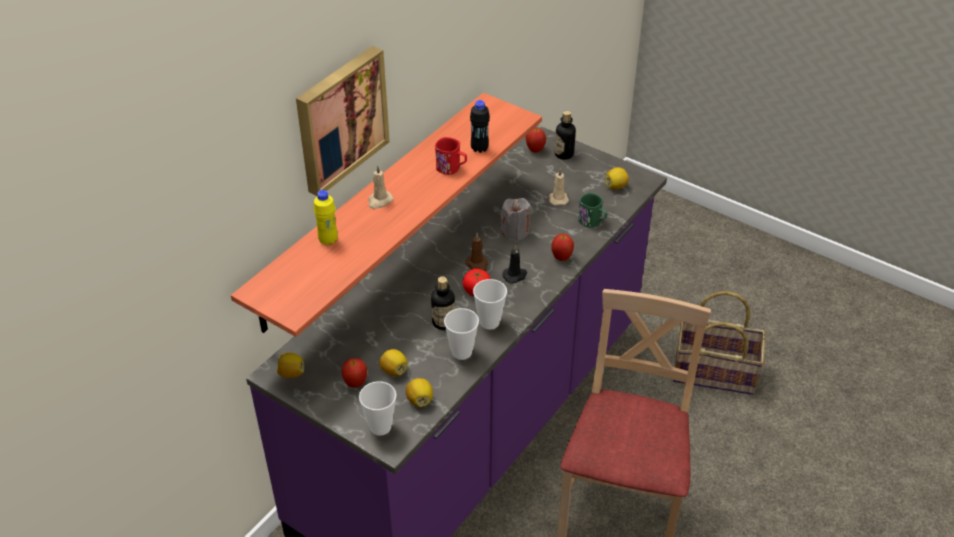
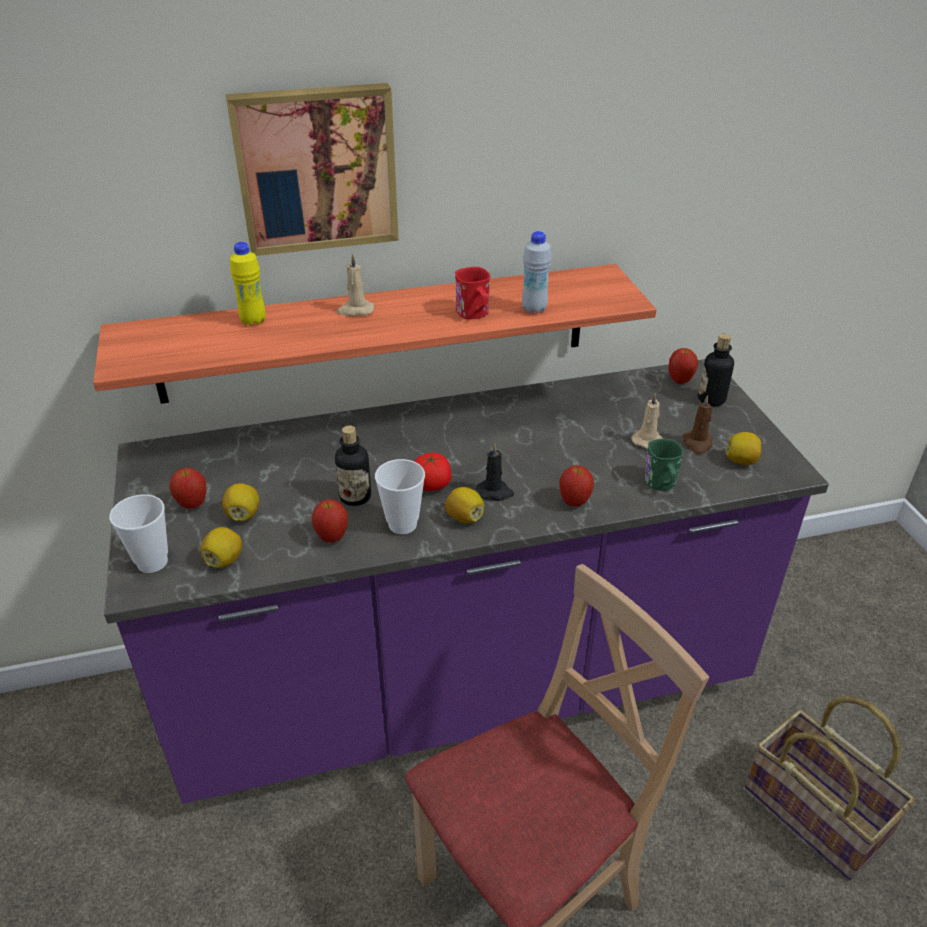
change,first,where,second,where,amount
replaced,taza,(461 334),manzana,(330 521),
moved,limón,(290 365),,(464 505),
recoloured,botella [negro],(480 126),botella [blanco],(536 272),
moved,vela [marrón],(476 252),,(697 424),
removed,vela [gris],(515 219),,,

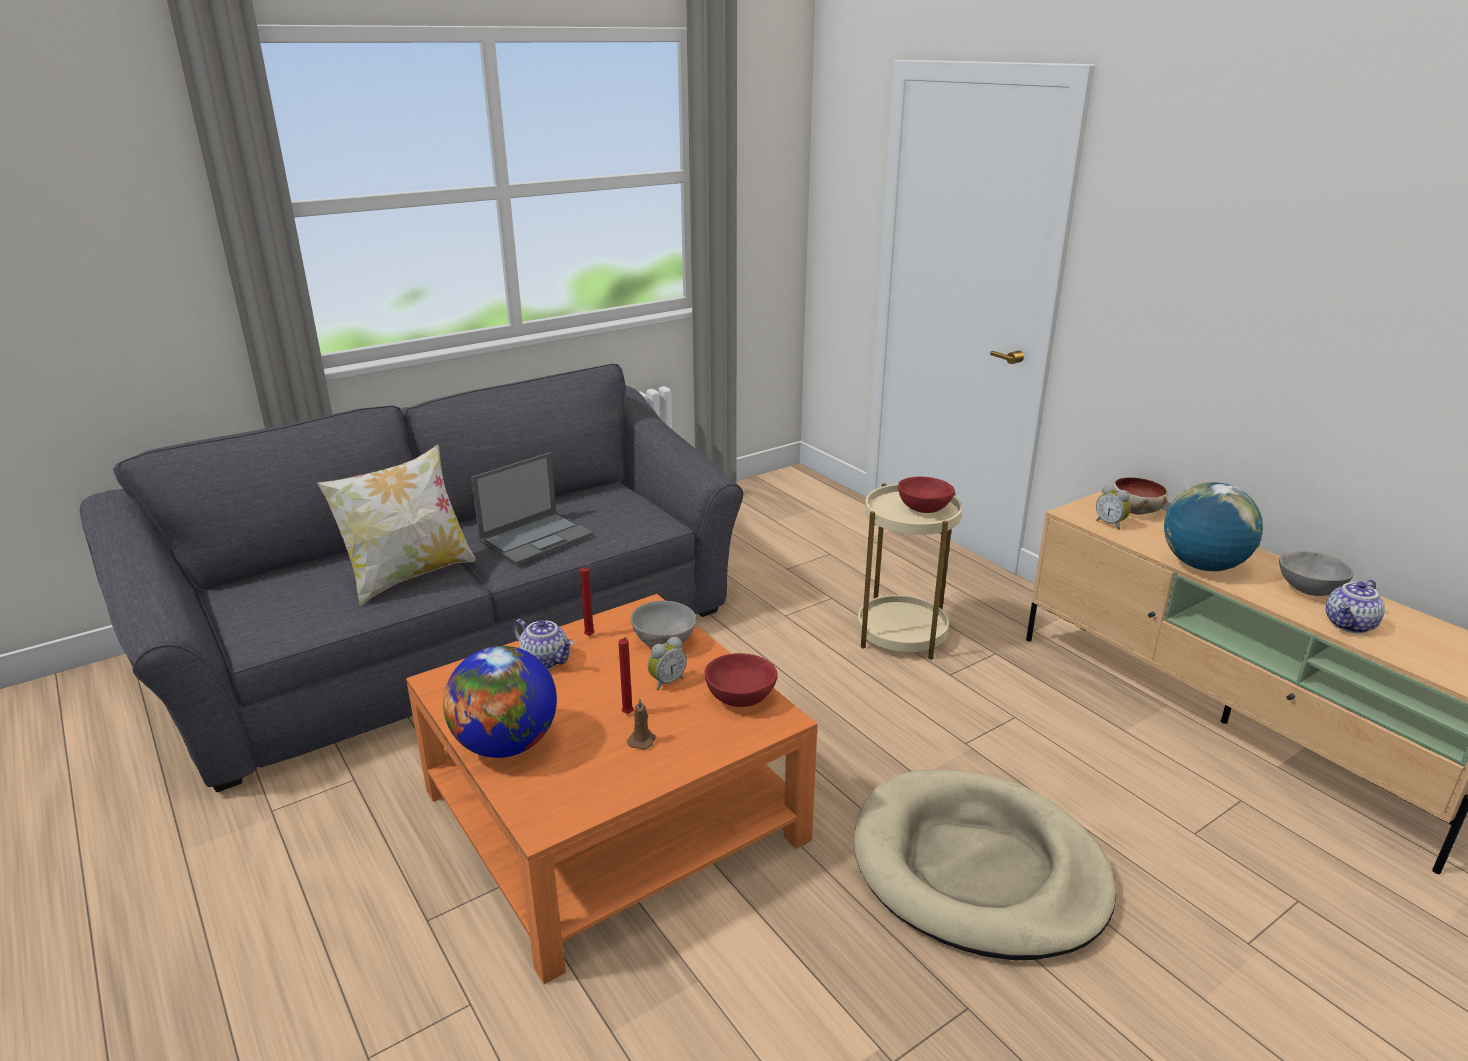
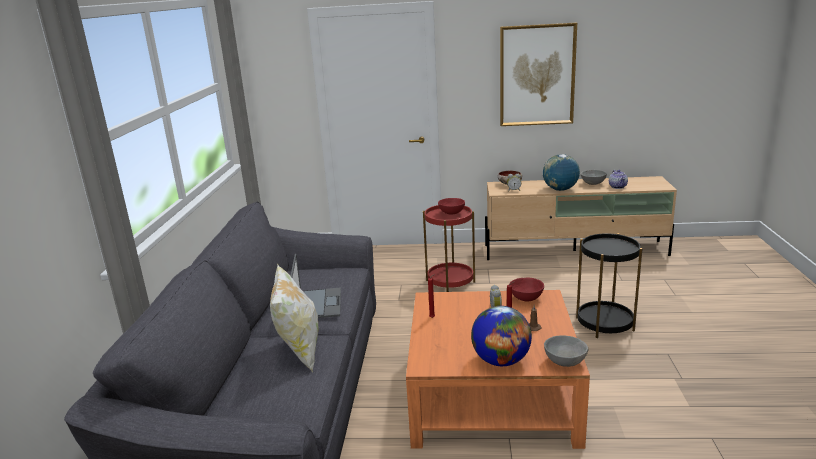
change,first,where,second,where,amount
recoloured,mesa auxiliar [beis],(909 571),mesa auxiliar [rojo],(449 248),
added,,,cuadro,(538 74),
moved,cuenco [gris],(663 624),,(566 351),
replaced,cama para perro [beis],(985 865),mesa auxiliar [negro],(609 285),
removed,tetera,(543 644),,,

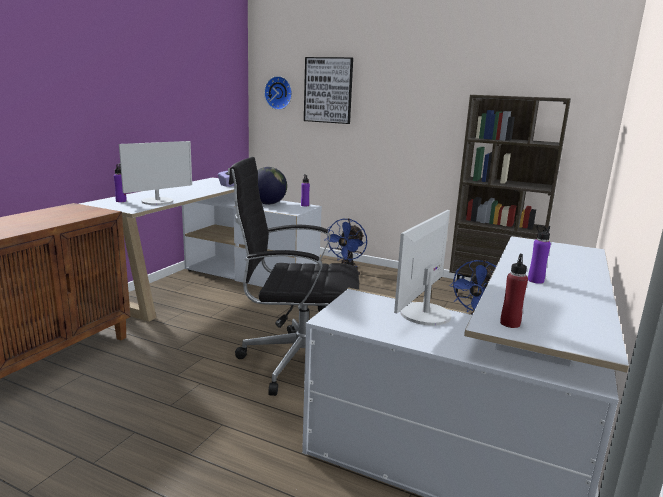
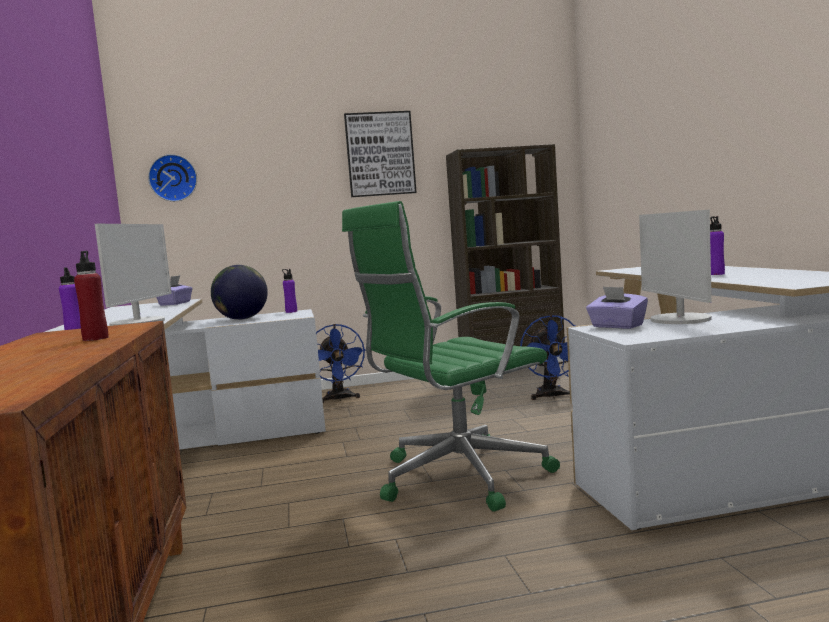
change,first,where,second,where,amount
moved,botella [rojo],(514 291),,(91 296),
recoloured,silla de oficina [negro],(294 276),silla de oficina [verde],(451 356),
moved,cuadro,(328 90),,(380 154),
added,,,caja de pañuelos [morado],(617 308),

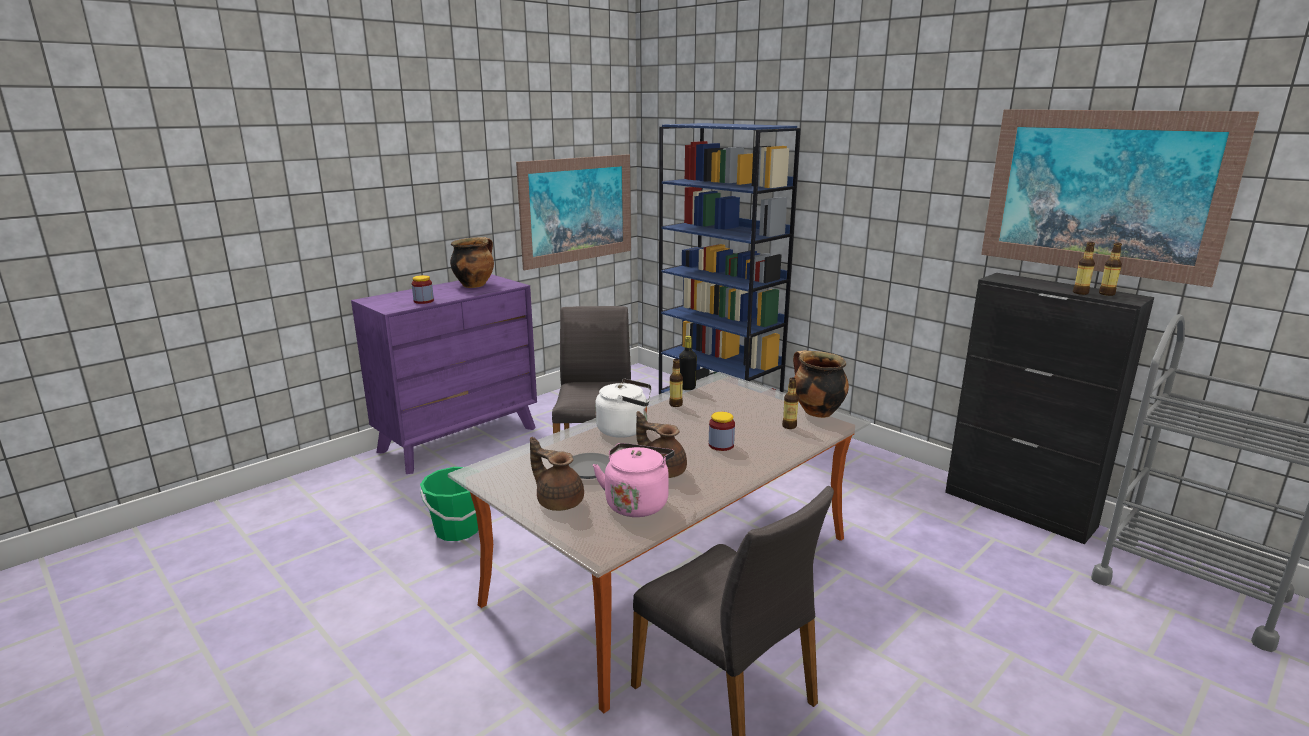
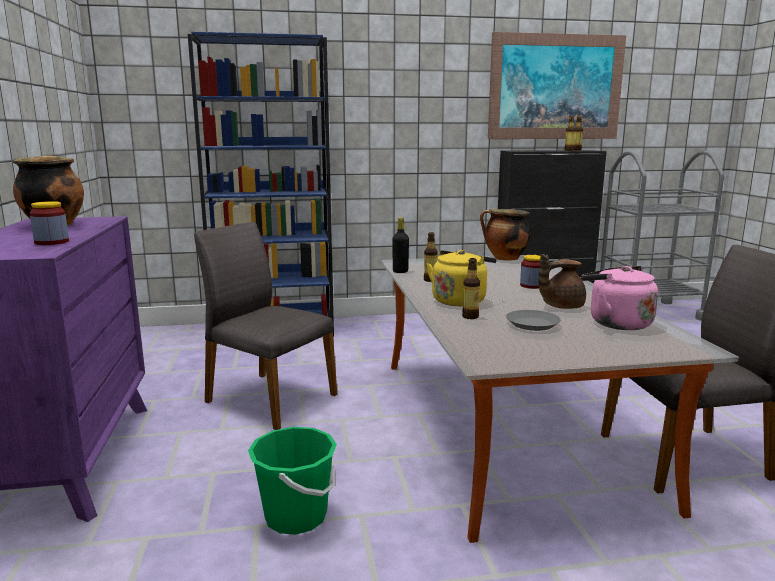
change,first,where,second,where,amount
recoloured,hervidor [blanco],(623 408),hervidor [amarillo],(461 278),
moved,botella,(790 403),,(471 288),
removed,cuadro,(573 212),,,
removed,tetera [marrón],(557 474),,,

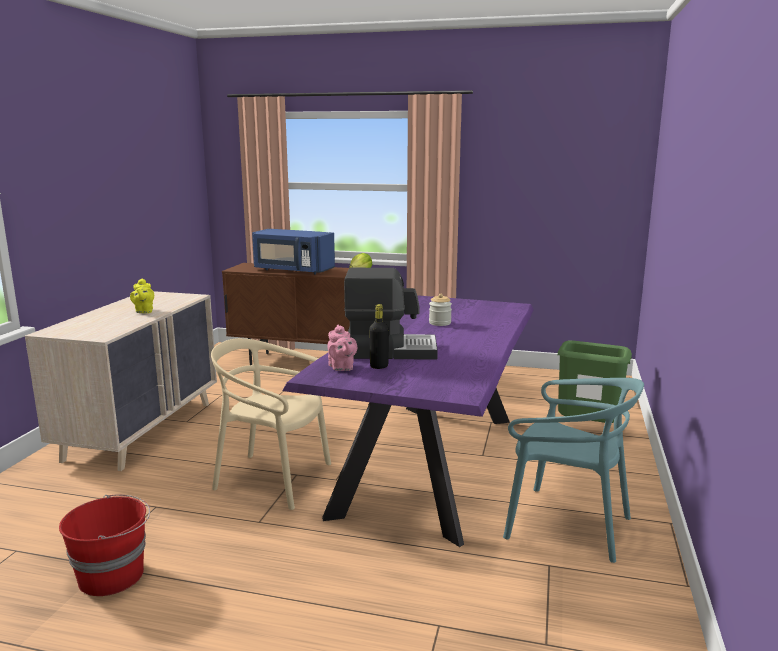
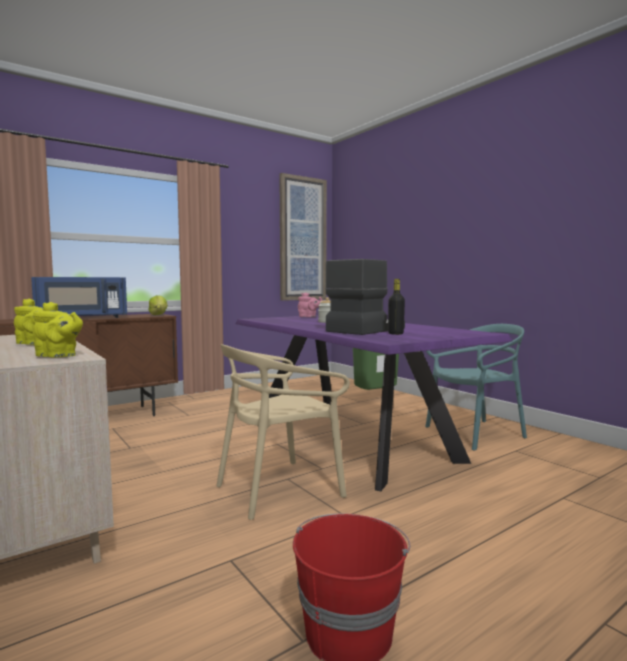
change,first,where,second,where,amount
added,,,tetera [amarillo],(58 329),
added,,,cuadro,(303 237),
moved,tetera [rosa],(342 347),,(310 305),

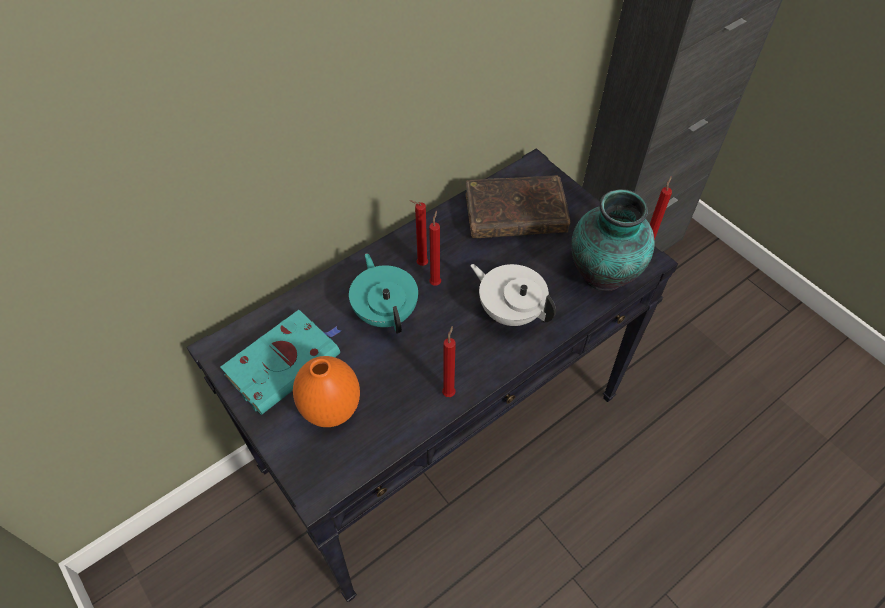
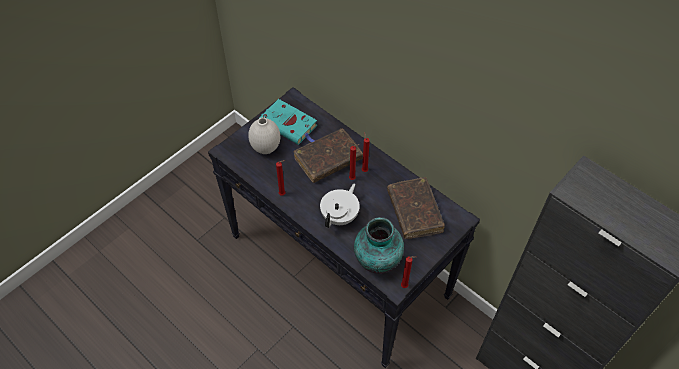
change,first,where,second,where,amount
recoloured,florero [naranja],(326 391),florero [blanco],(264 135),
replaced,tetera [turquesa],(383 293),libro [marrón],(328 156),

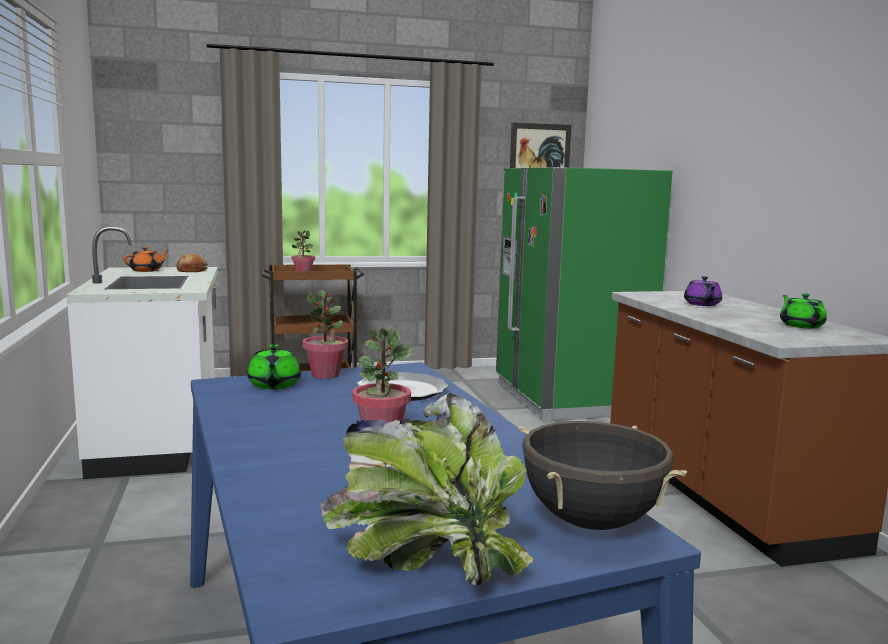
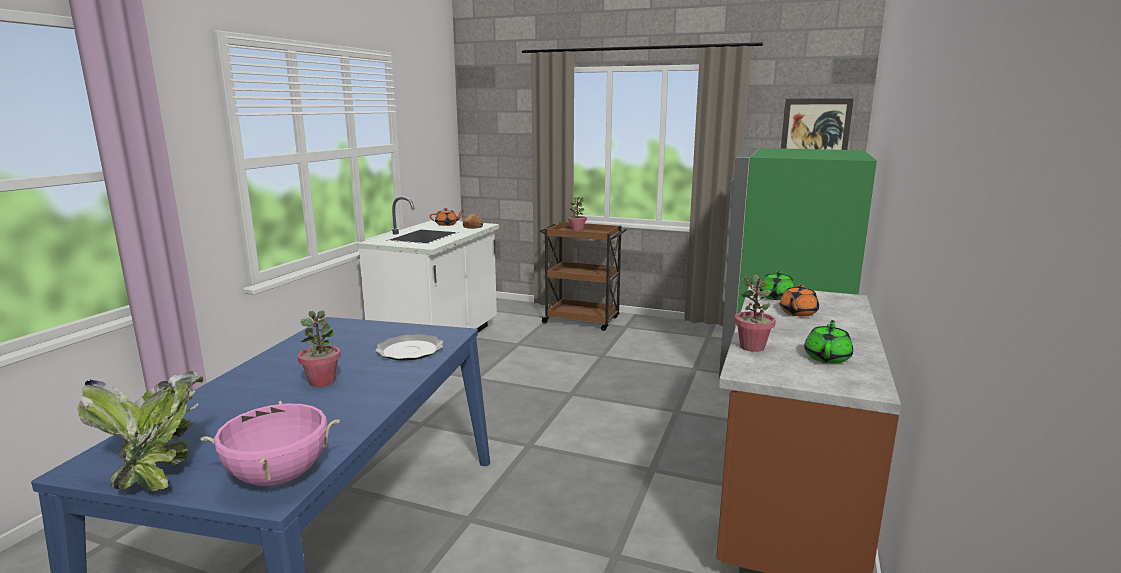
change,first,where,second,where,amount
recoloured,olla [negro],(603 475),olla [rosa],(270 443),
moved,planta en maceta,(325 335),,(755 313),
moved,tetera [verde],(274 366),,(777 285),
recoloured,tetera [morado],(703 291),tetera [naranja],(799 300),

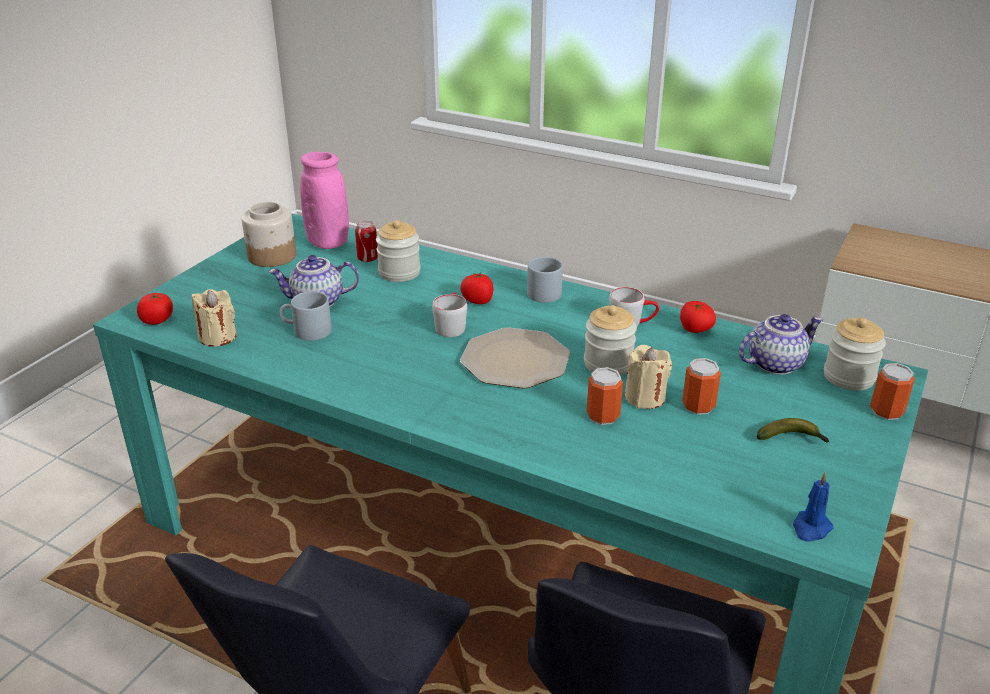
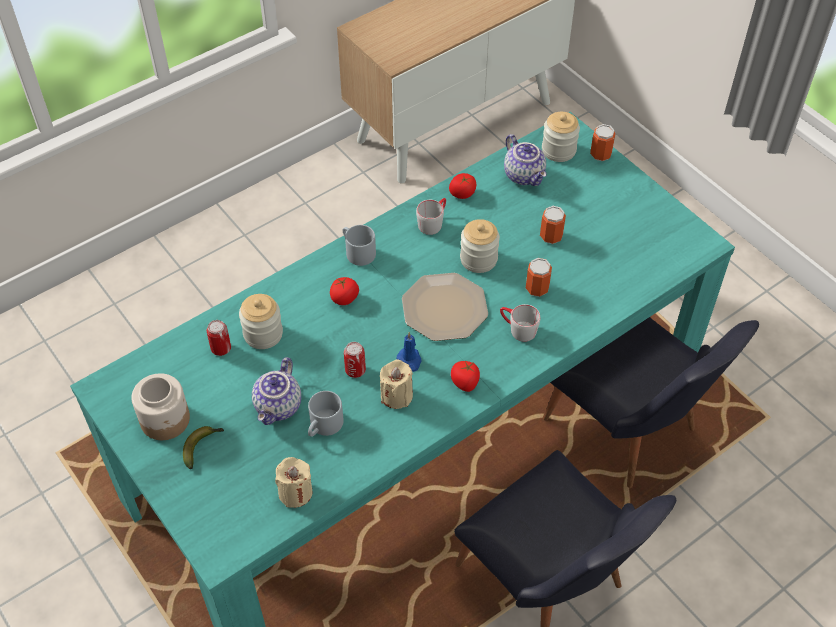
change,first,where,second,where,amount
moved,plátano,(793 430),,(203 447),
added,,,lata,(355 360),
moved,vela [beis],(648 377),,(396 384),
moved,vela [azul],(813 506),,(409 352),
moved,tomate,(155 309),,(465 376),
moved,taza grande [gris],(449 314),,(520 323),
turned,tetera,(781 344),,(525 160),150 degrees clockwise
removed,florero [rosa],(324 200),,,

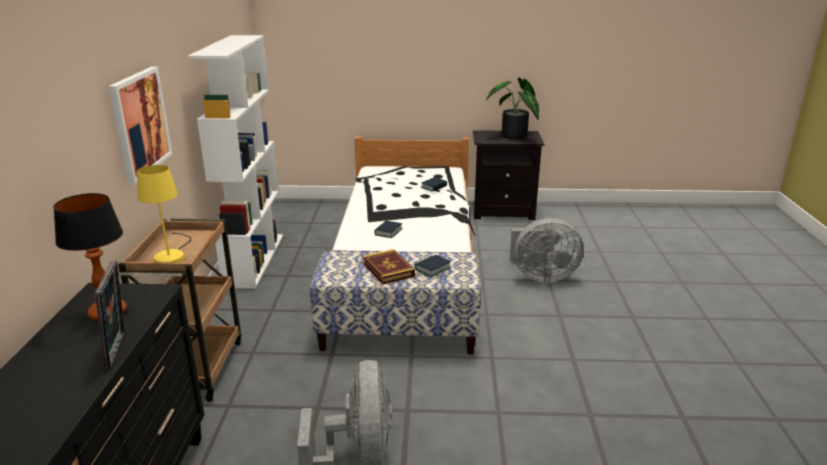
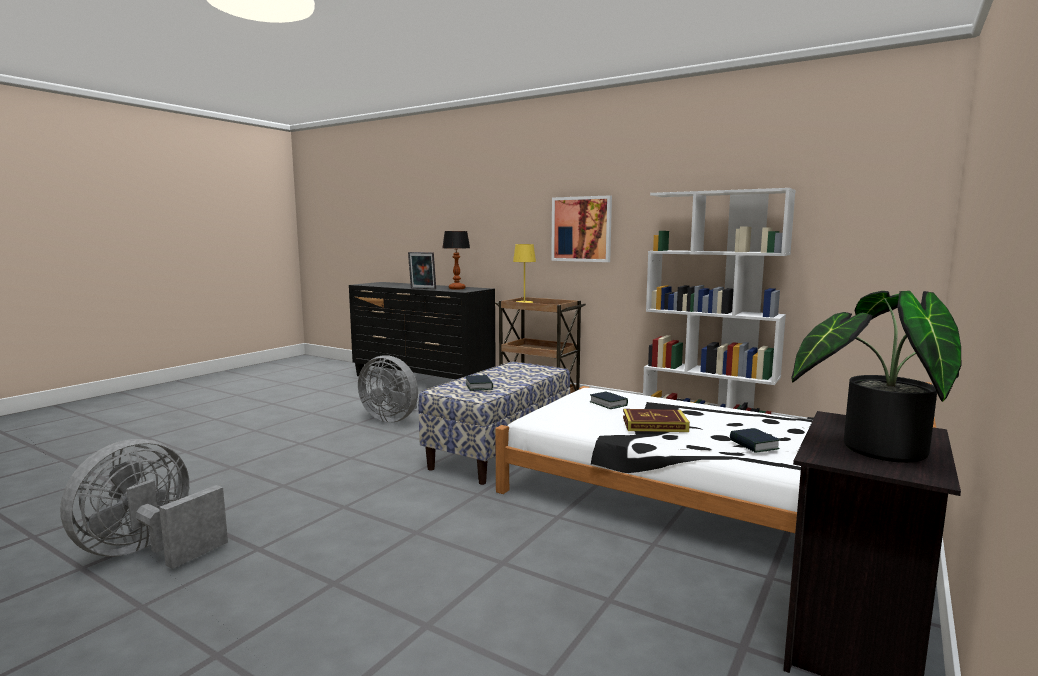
change,first,where,second,where,amount
moved,ventilador [gris],(547 250),,(144 504),
moved,libro,(388 267),,(656 420),

